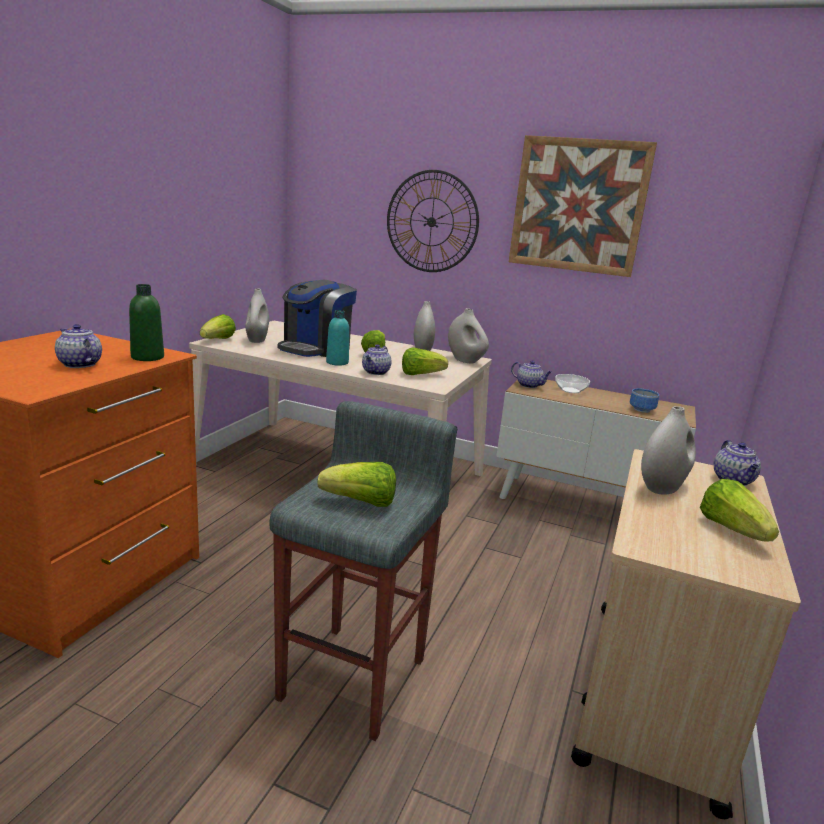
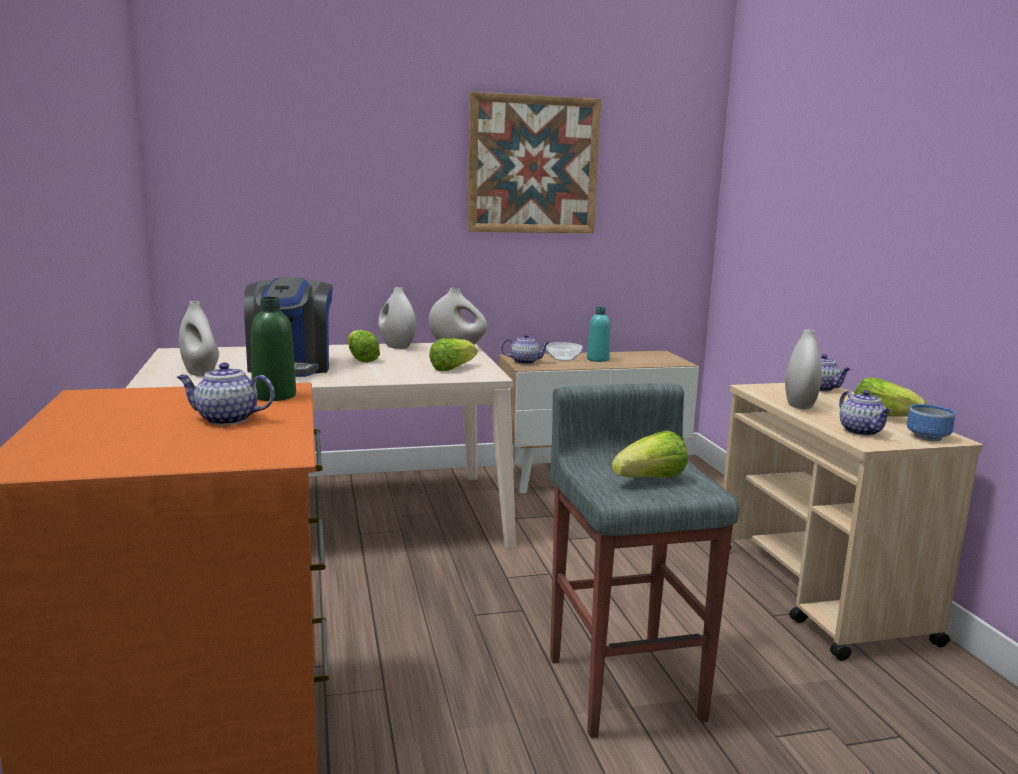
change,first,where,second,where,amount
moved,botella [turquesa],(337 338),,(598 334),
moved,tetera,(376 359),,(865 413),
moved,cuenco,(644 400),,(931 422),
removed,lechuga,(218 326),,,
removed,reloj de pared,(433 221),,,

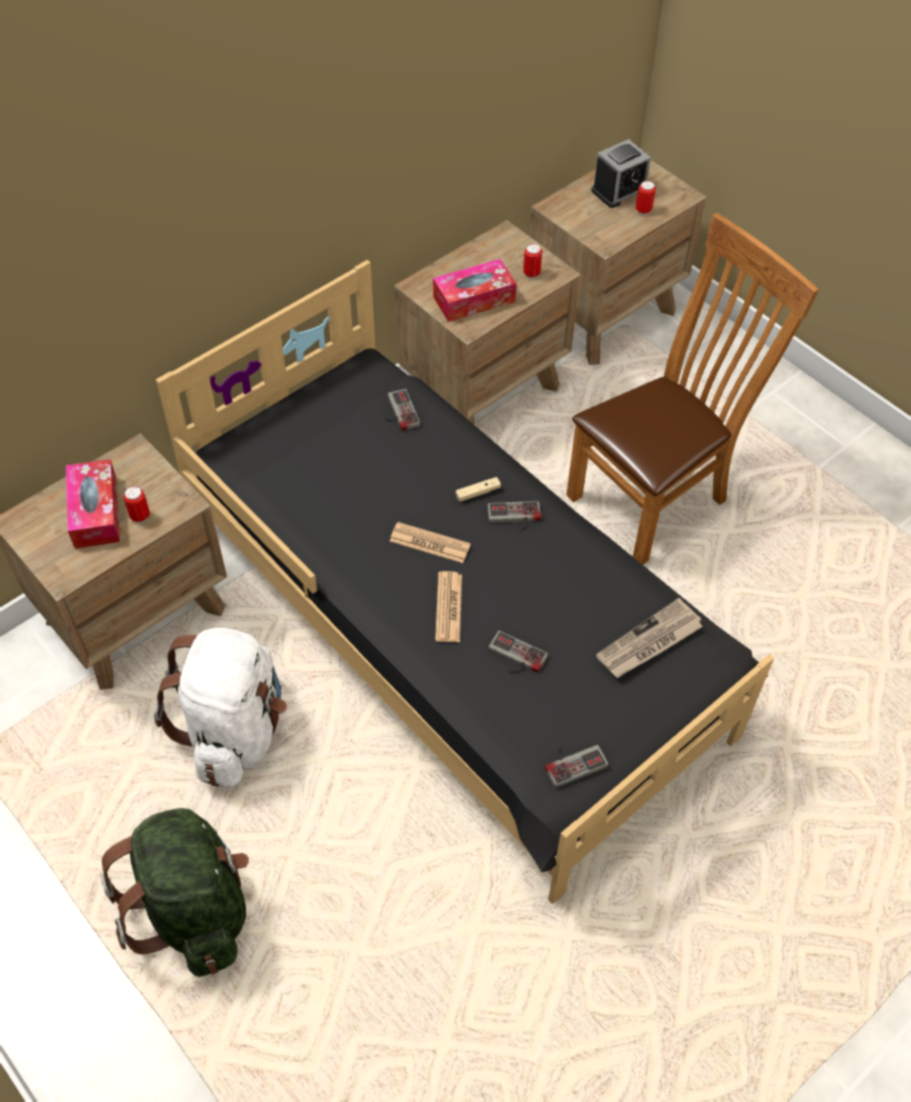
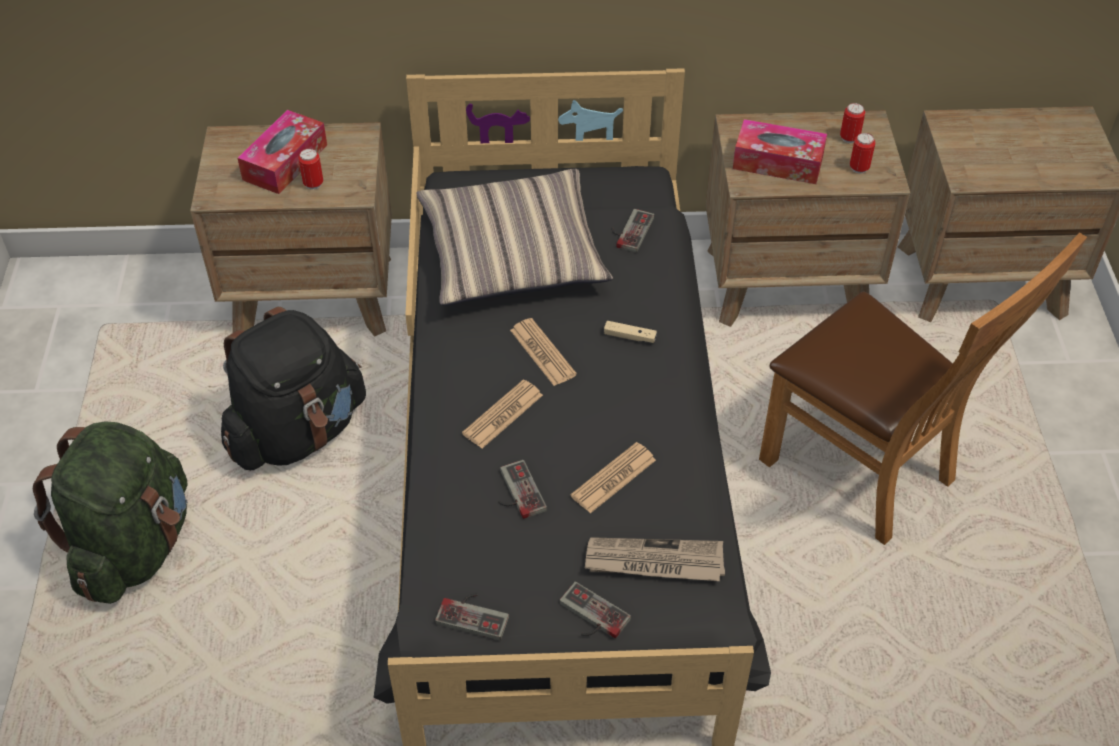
change,first,where,second,where,amount
recoloured,mochila [blanco],(220 707),mochila [negro],(293 388),
added,,,cojín,(514 237),
moved,mando de consola,(514 516),,(595 610),
added,,,periódico,(613 477),
turned,silla [marrón],(692 389),,(923 388),45 degrees clockwise
moved,lata,(646 198),,(852 123),
removed,despertador,(621 173),,,

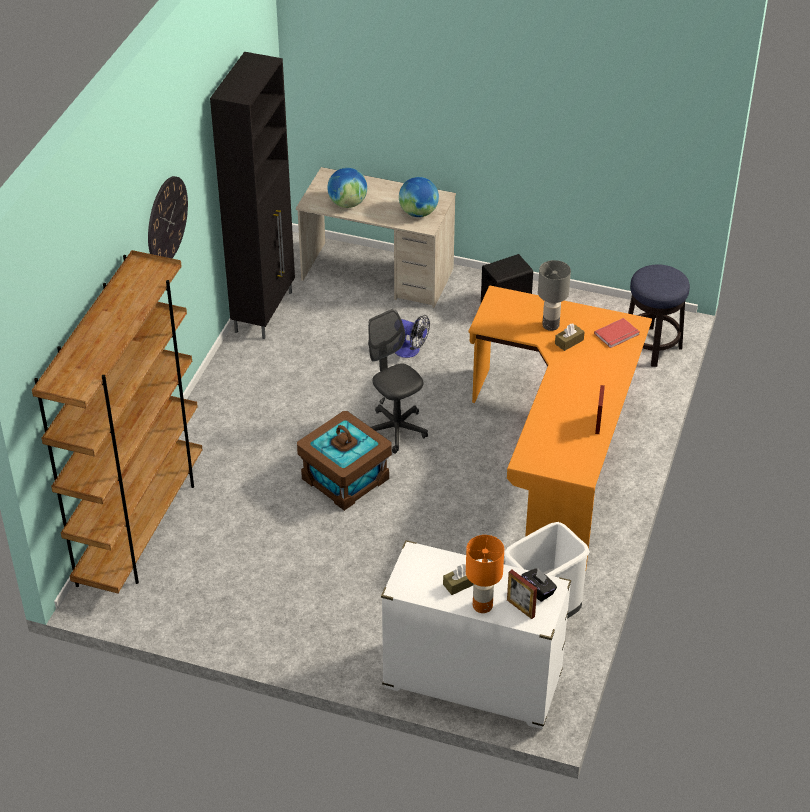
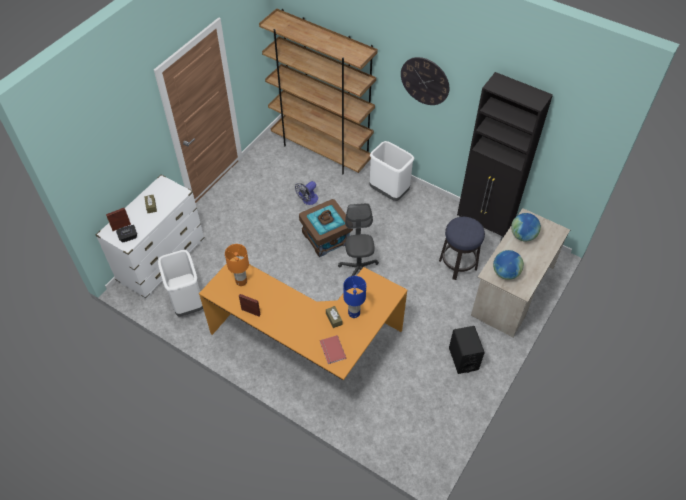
change,first,where,second,where,amount
moved,lámpara de mesa [naranja],(485 574),,(237 265),
moved,ventilador,(412 336),,(306 193),
turned,silla de oficina [gris],(398 381),,(358 239),75 degrees counterclockwise
recoloured,lámpara de mesa [gris],(554 295),lámpara de mesa [azul],(354 297),
added,,,papelera [blanco],(392 171),
moved,taburete,(659 315),,(462 248),

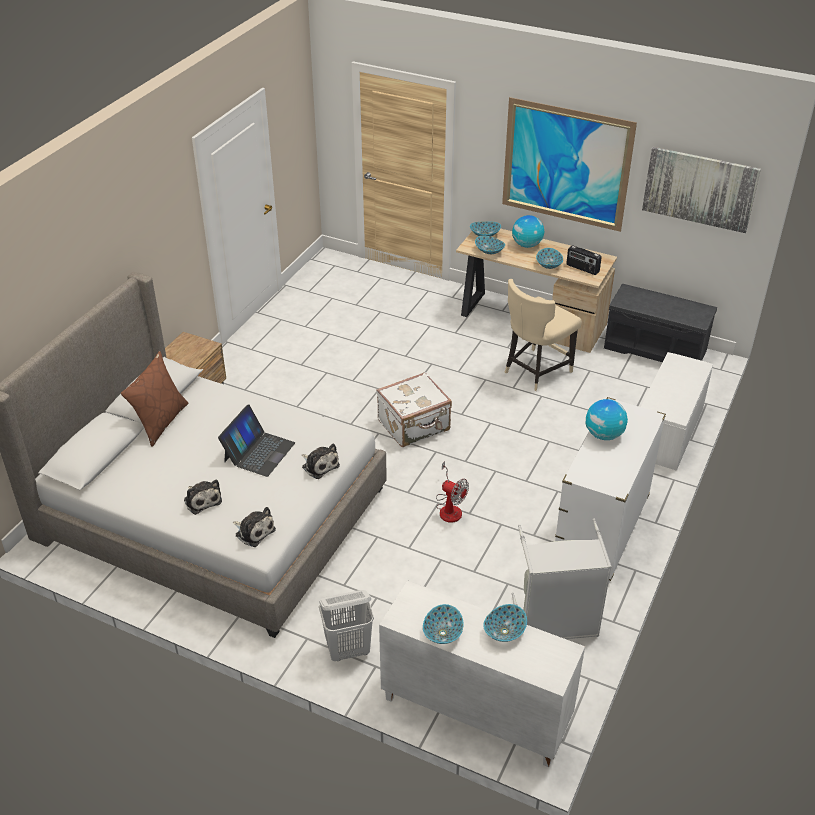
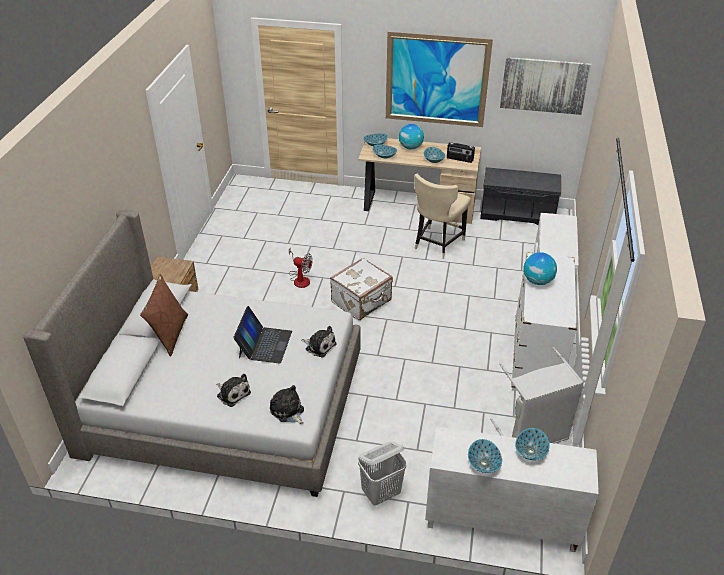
change,first,where,second,where,amount
turned,peluche,(254 527),,(287 404),150 degrees counterclockwise
moved,ventilador,(452 492),,(301 268),

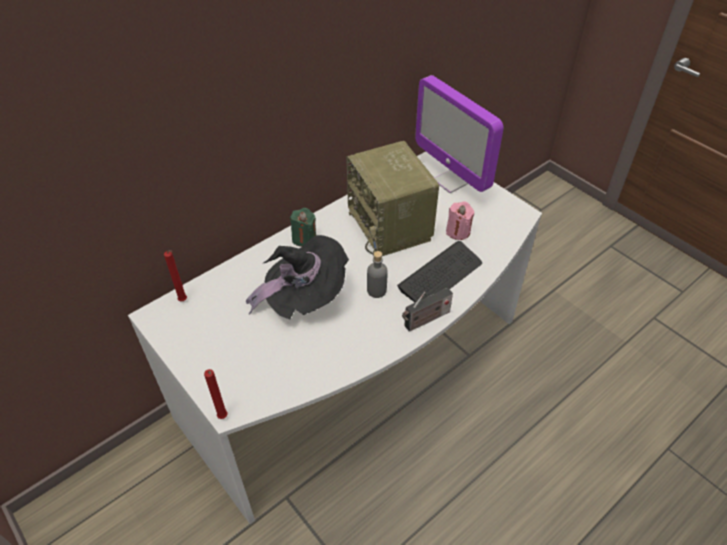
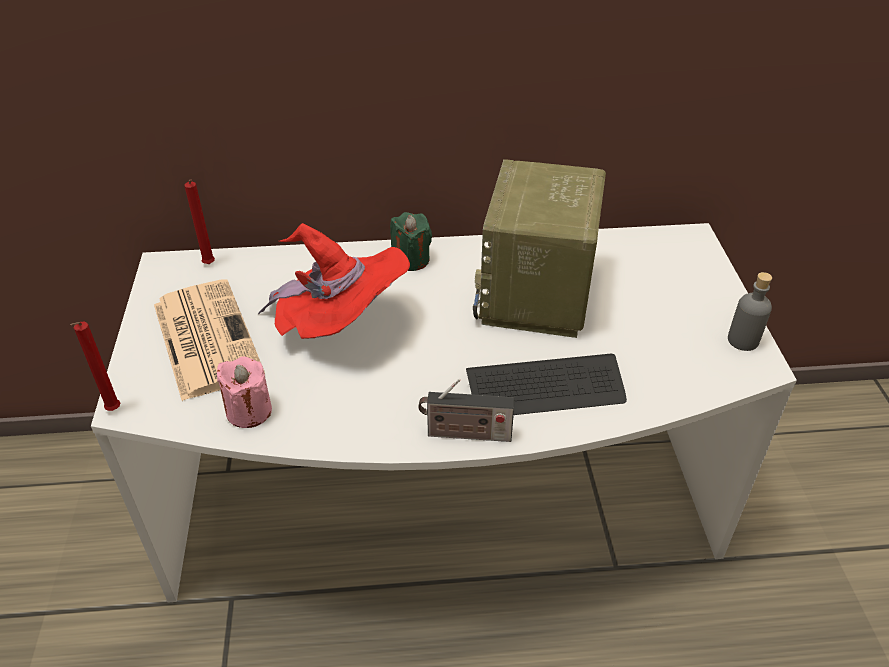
change,first,where,second,where,amount
added,,,periódico,(209 340),
moved,vela [rosa],(460 220),,(244 392),
recoloured,sombrero [negro],(297 277),sombrero [rojo],(334 281),
moved,botella [gris],(377 274),,(750 311),
removed,monitor,(459 134),,,

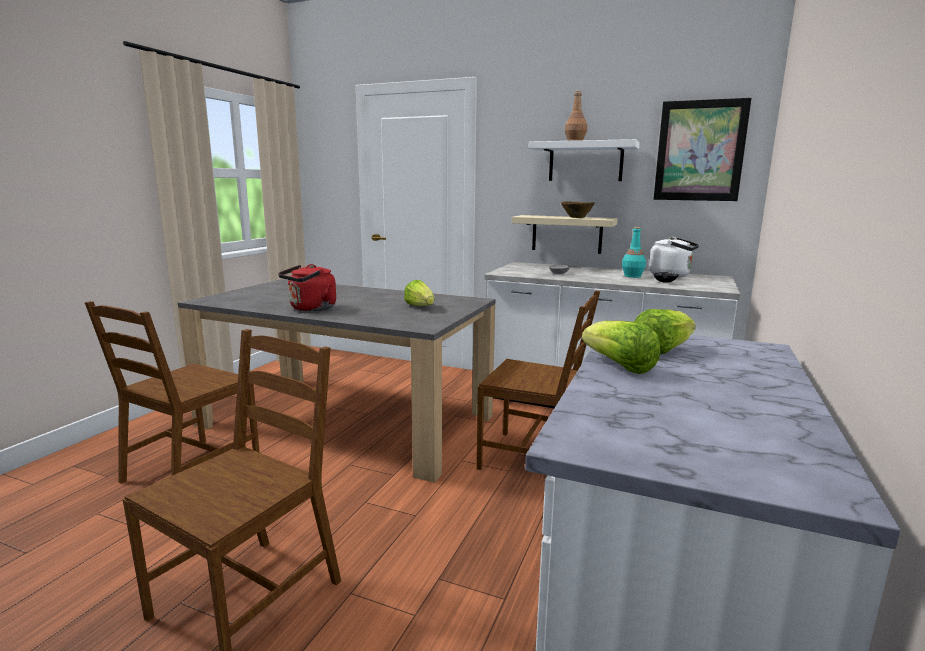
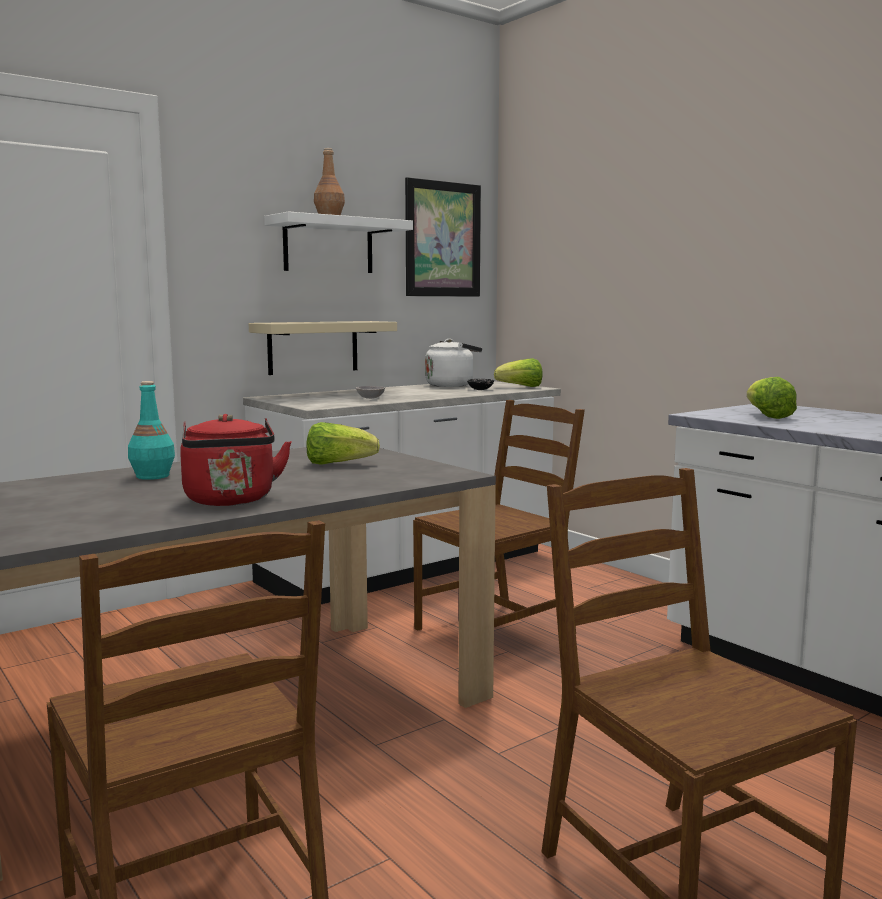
change,first,where,second,where,amount
moved,botella [turquesa],(634 252),,(151 430),
moved,lechuga,(621 347),,(518 372),
removed,cuenco [marrón],(578 209),,,

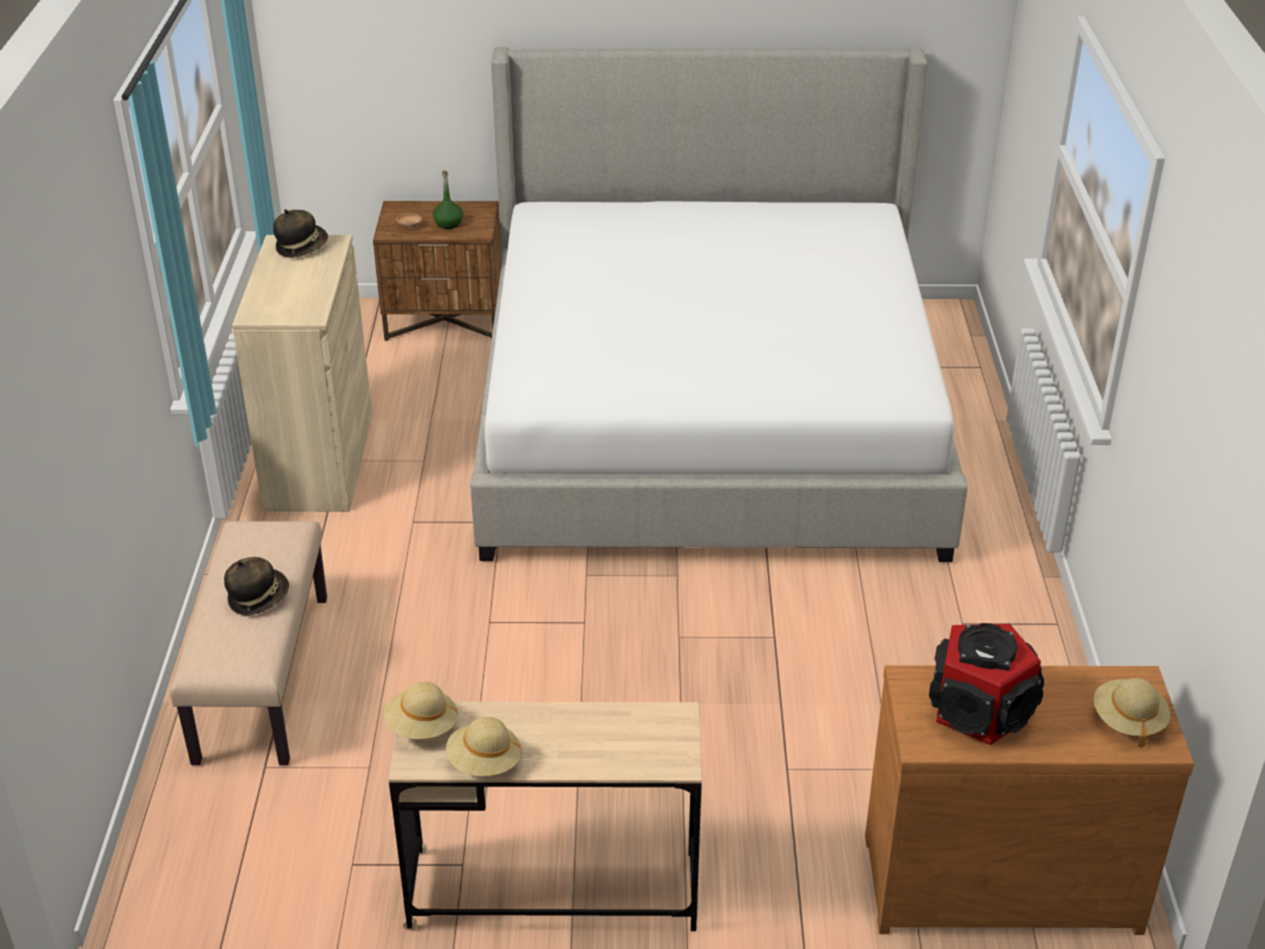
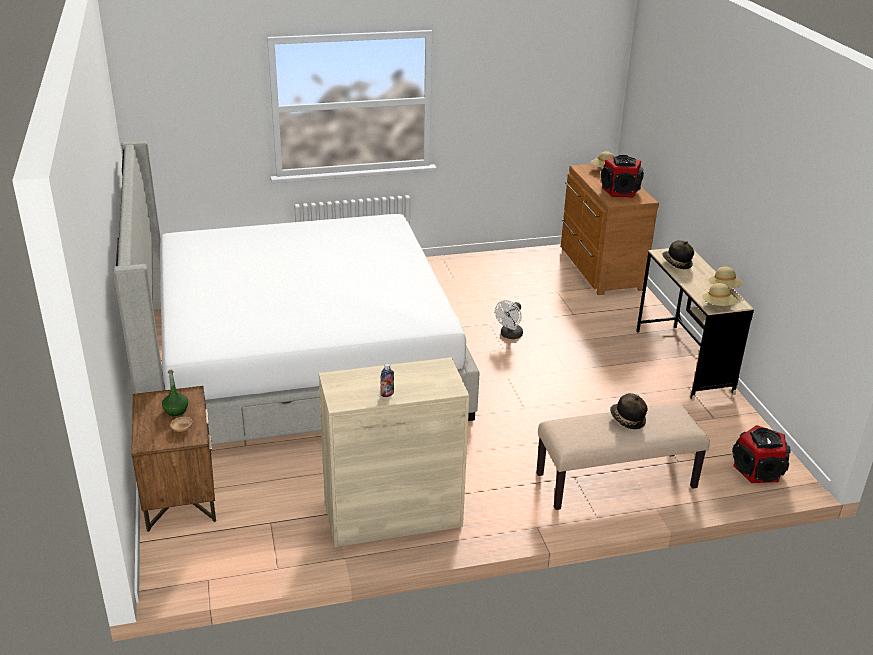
change,first,where,second,where,amount
added,,,botella,(387 380),
added,,,ventilador [blanco],(509 319),
moved,sombrero,(300 233),,(678 254),
added,,,altavoz,(761 454),

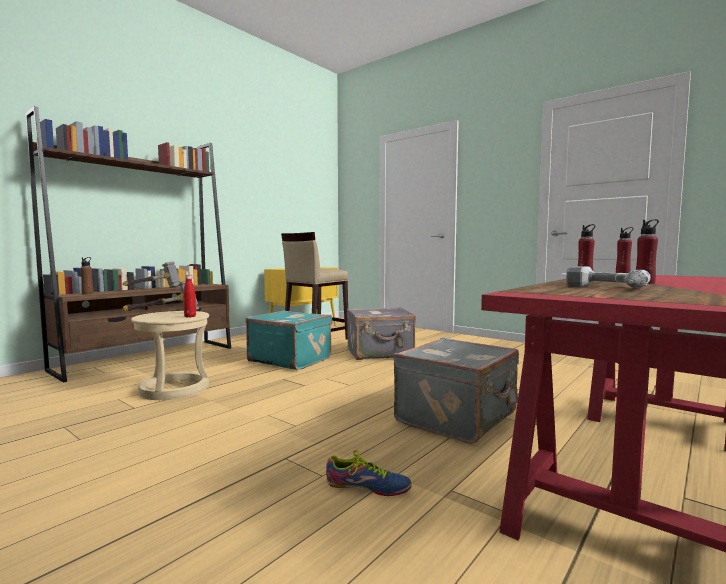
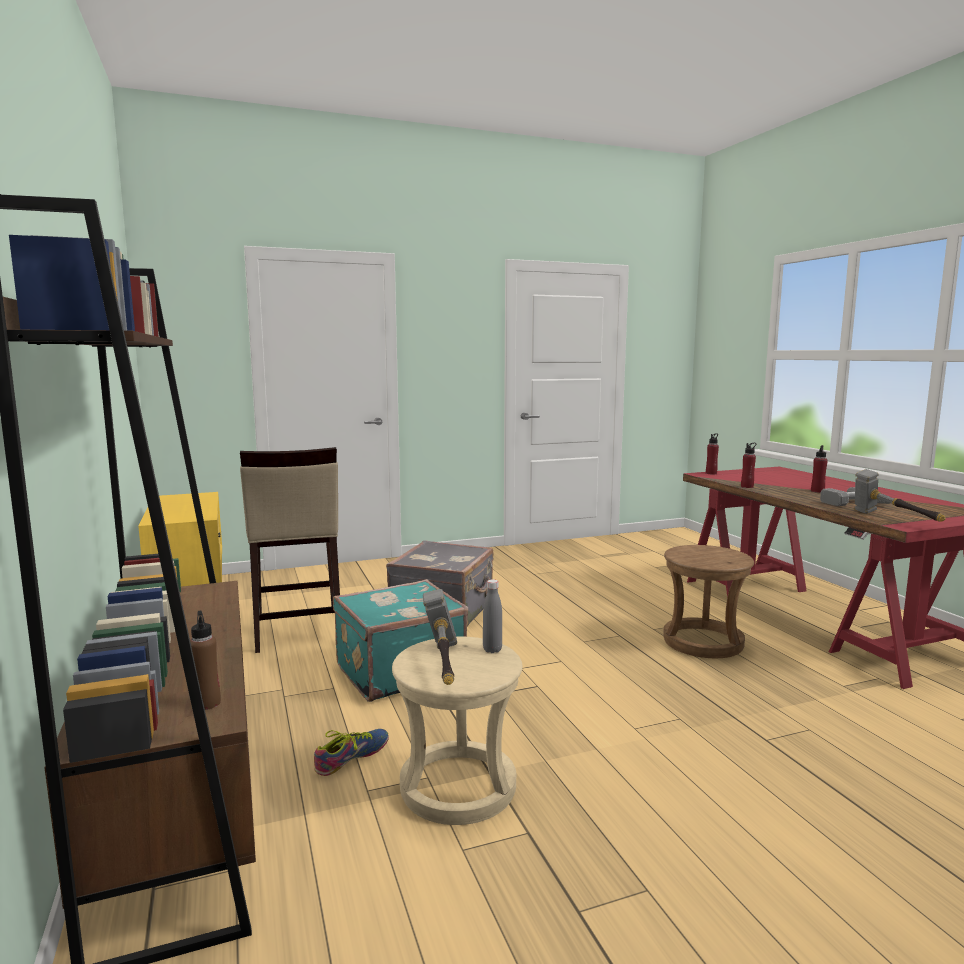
change,first,where,second,where,amount
moved,zapato,(369 473),,(351 752),
recoloured,botella [rojo],(189 296),botella [gris],(492 616),
replaced,maleta [gris],(456 391),taburete [marrón],(708 601),
moved,martillo,(151 274),,(900 495),

